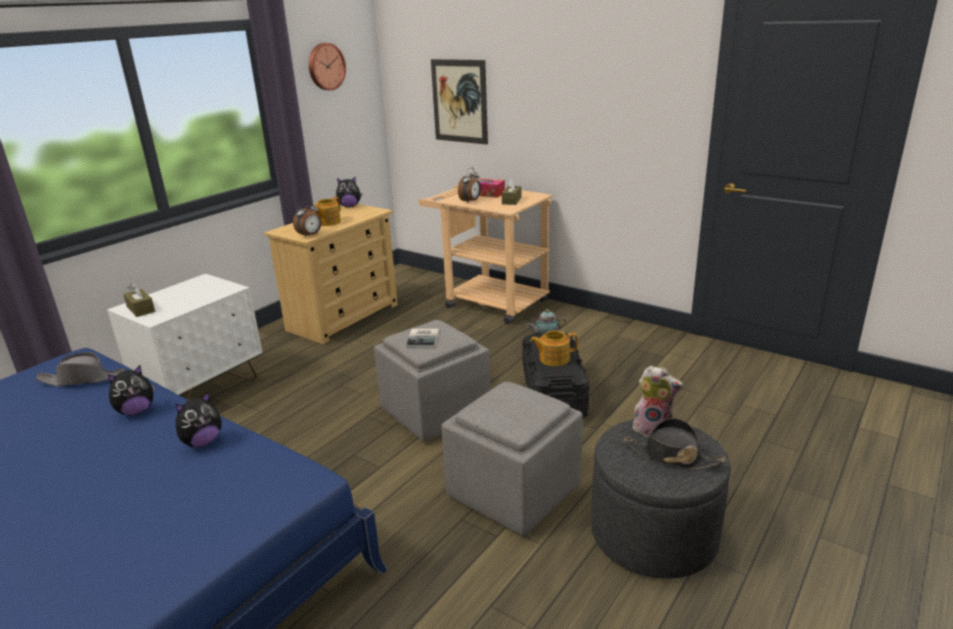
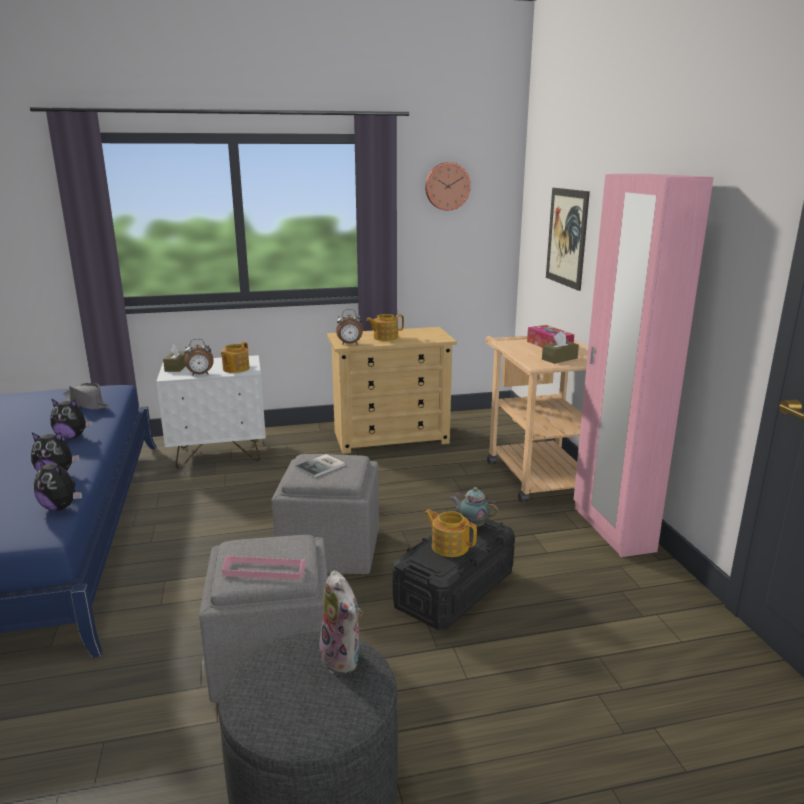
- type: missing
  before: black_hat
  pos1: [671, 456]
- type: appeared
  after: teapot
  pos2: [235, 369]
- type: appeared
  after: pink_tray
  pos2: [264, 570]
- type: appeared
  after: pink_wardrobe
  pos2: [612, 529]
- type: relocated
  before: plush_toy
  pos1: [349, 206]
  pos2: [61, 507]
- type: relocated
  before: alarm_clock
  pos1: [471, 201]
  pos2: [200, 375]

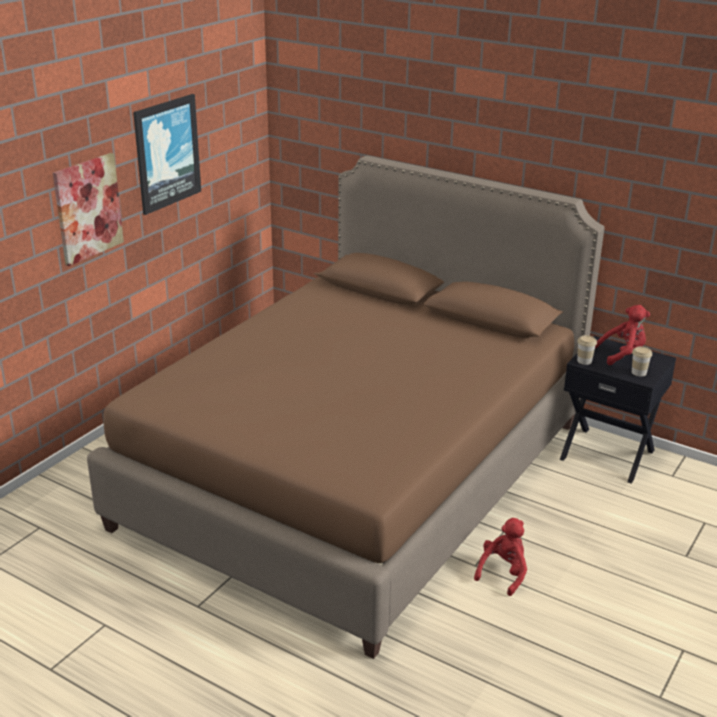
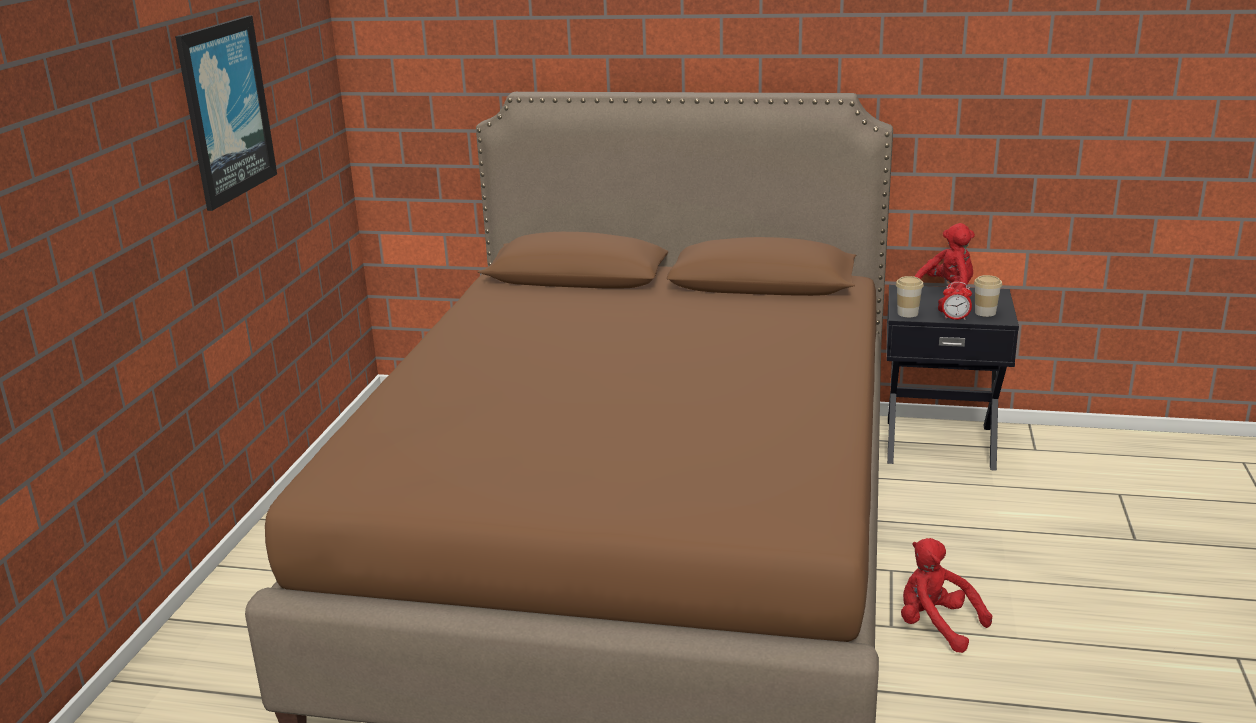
- type: missing
  before: picture
  pos1: [88, 208]
- type: appeared
  after: alarm_clock
  pos2: [955, 318]
- type: spun
  before: red_plush_toy
  pos1: [503, 573]
  pos2: [936, 625]
  turn: -60

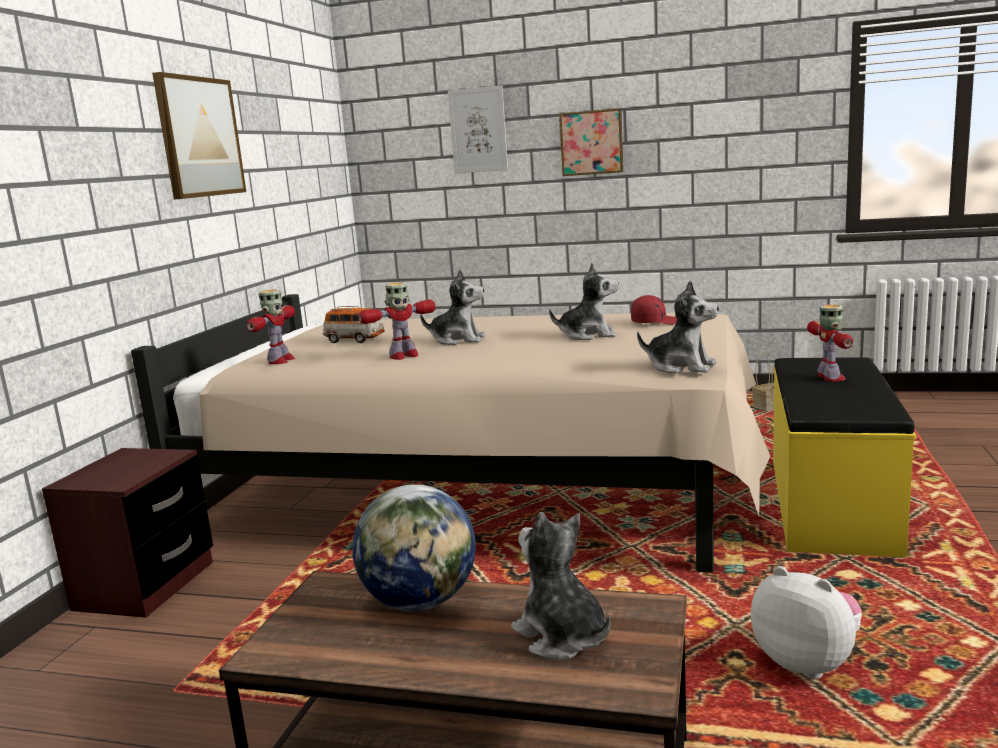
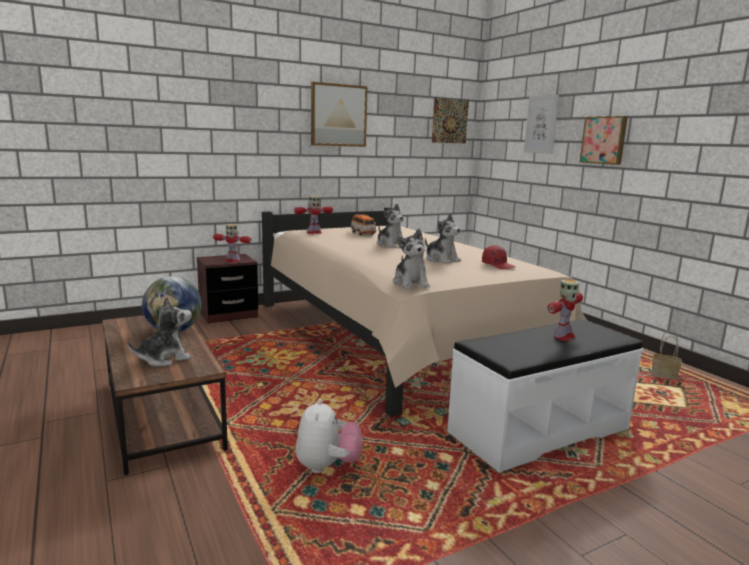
- type: appeared
  after: picture
  pos2: [450, 121]
- type: relocated
  before: toy_robot
  pos1: [403, 356]
  pos2: [232, 261]
- type: colour
  before: yellow_bench
  after: white_bench
  pos1: [828, 503]
  pos2: [538, 430]
- type: spun
  before: plush_toy
  pos1: [562, 637]
  pos2: [164, 359]
  turn: 45

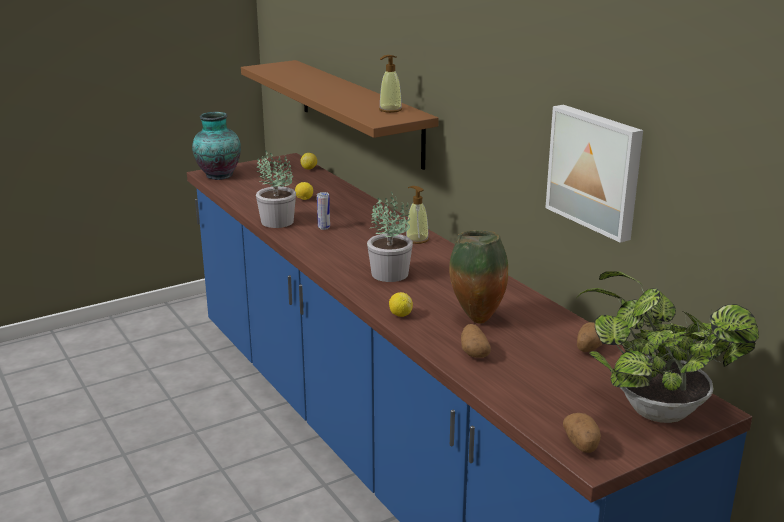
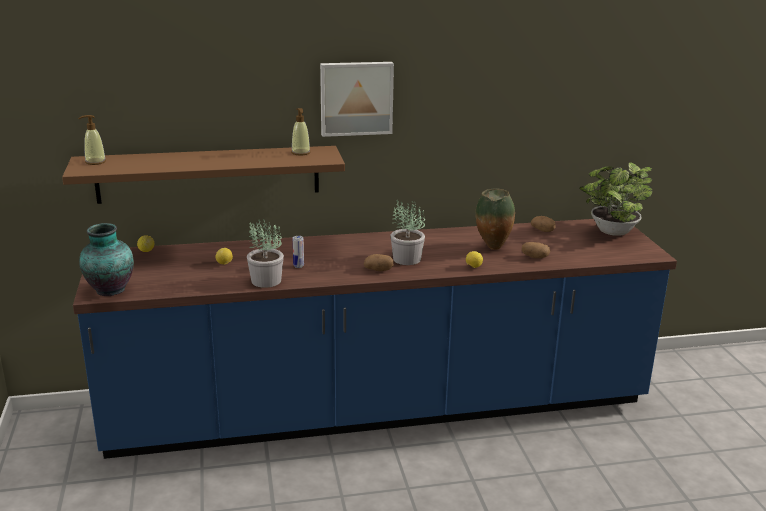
- type: relocated
  before: soap_dispenser
  pos1: [417, 239]
  pos2: [95, 162]
- type: relocated
  before: picture
  pos1: [596, 170]
  pos2: [356, 98]
- type: relocated
  before: potato
  pos1: [582, 445]
  pos2: [378, 270]

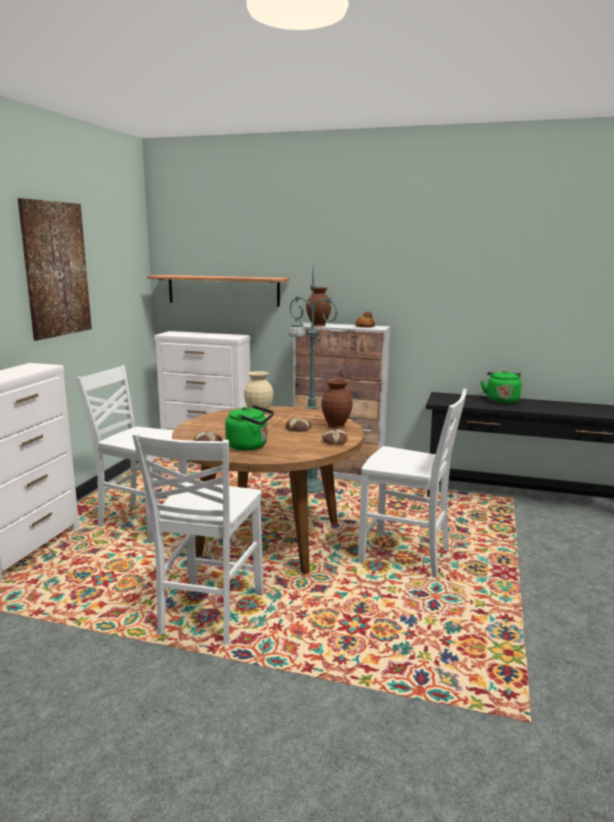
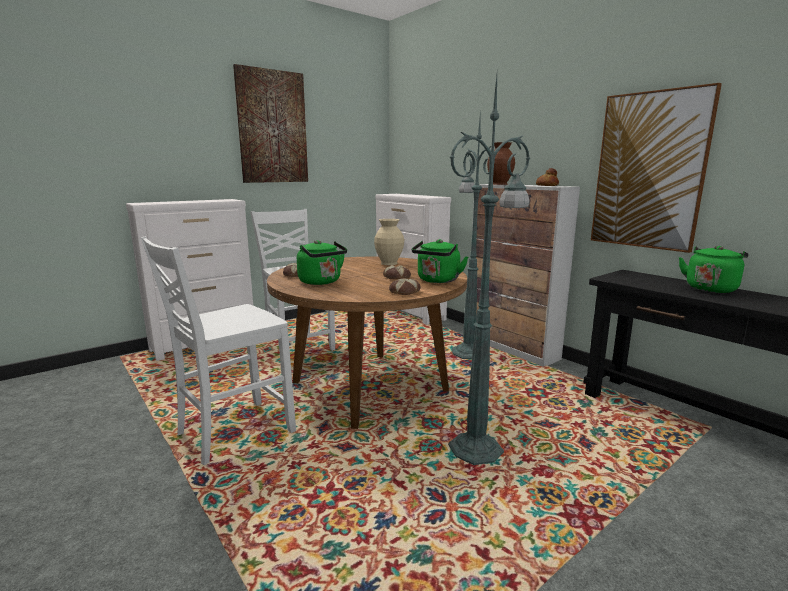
- type: missing
  before: shelf
  pos1: [223, 290]
- type: appeared
  after: picture
  pos2: [649, 171]
- type: exchanged
  before: brown_vase
  after: green_kettle
  pos1: [336, 426]
  pos2: [437, 281]
- type: exchanged
  before: white_chair
  after: green_floor_lamp
  pos1: [406, 556]
  pos2: [478, 449]

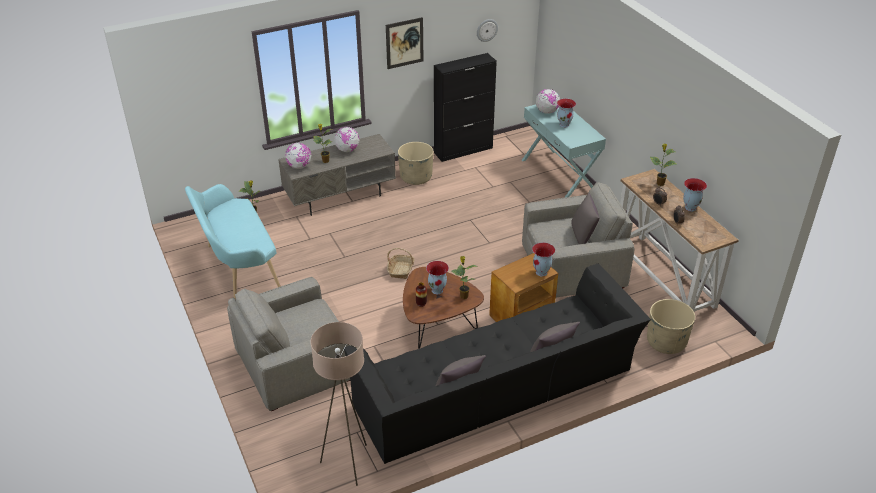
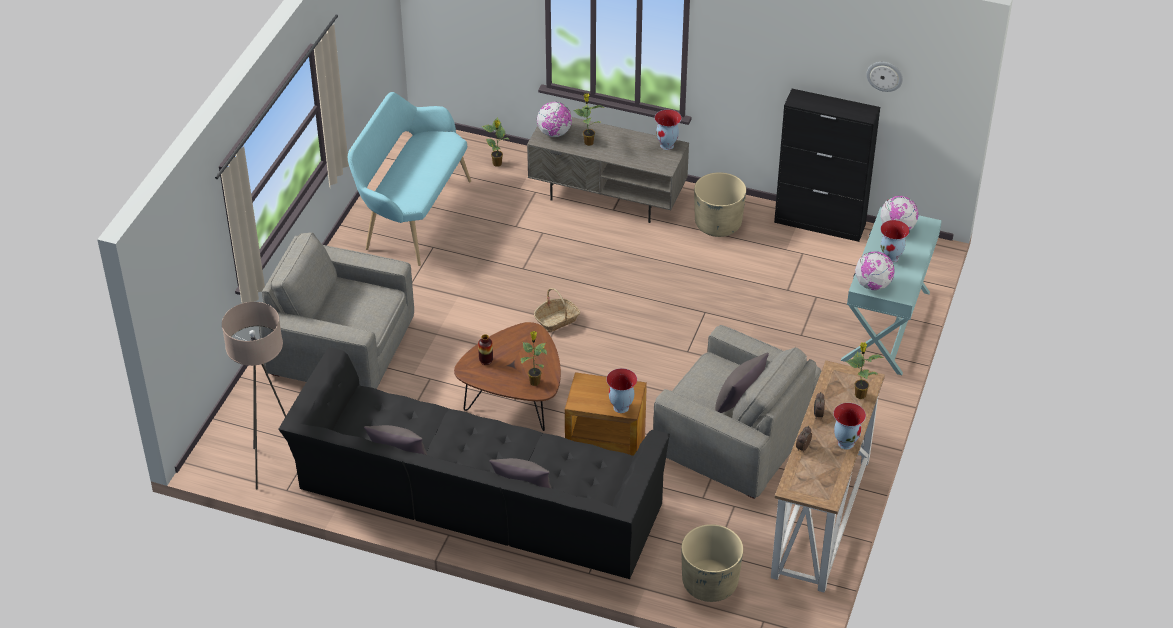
- type: missing
  before: picture
  pos1: [404, 43]
- type: relocated
  before: globe
  pos1: [347, 150]
  pos2: [873, 285]
- type: relocated
  before: vase
  pos1: [437, 290]
  pos2: [667, 145]

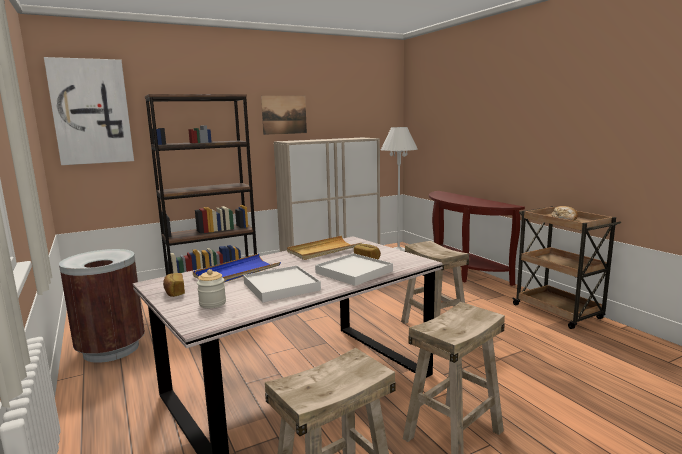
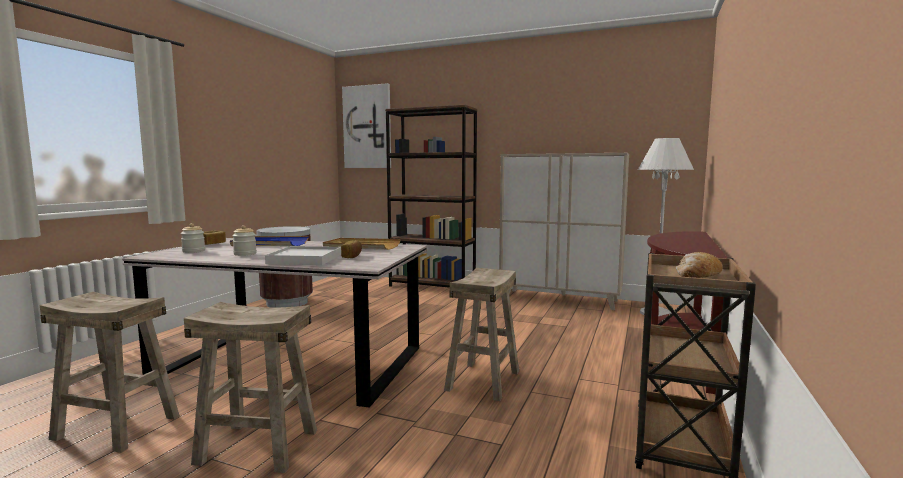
- type: missing
  before: picture
  pos1: [284, 114]
- type: exchanged
  before: white_tray
  after: jar
  pos1: [281, 286]
  pos2: [245, 254]

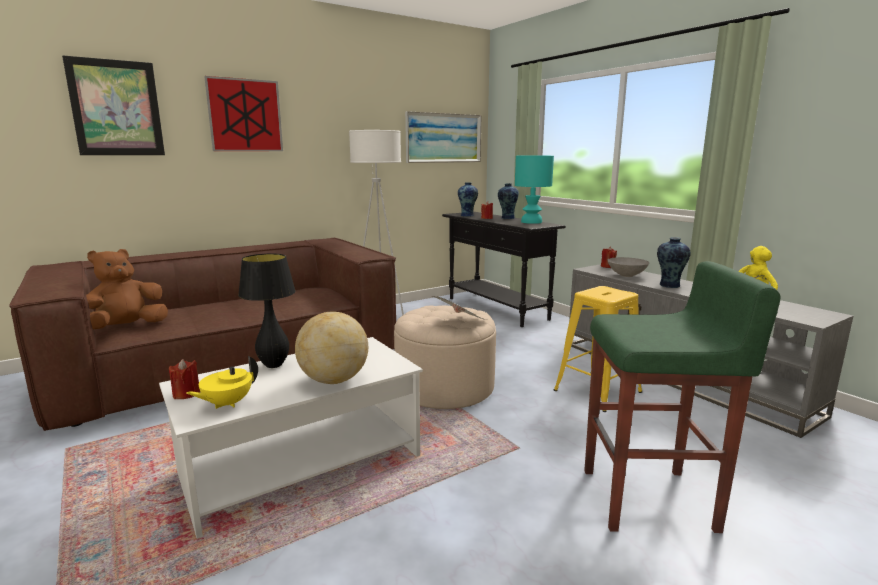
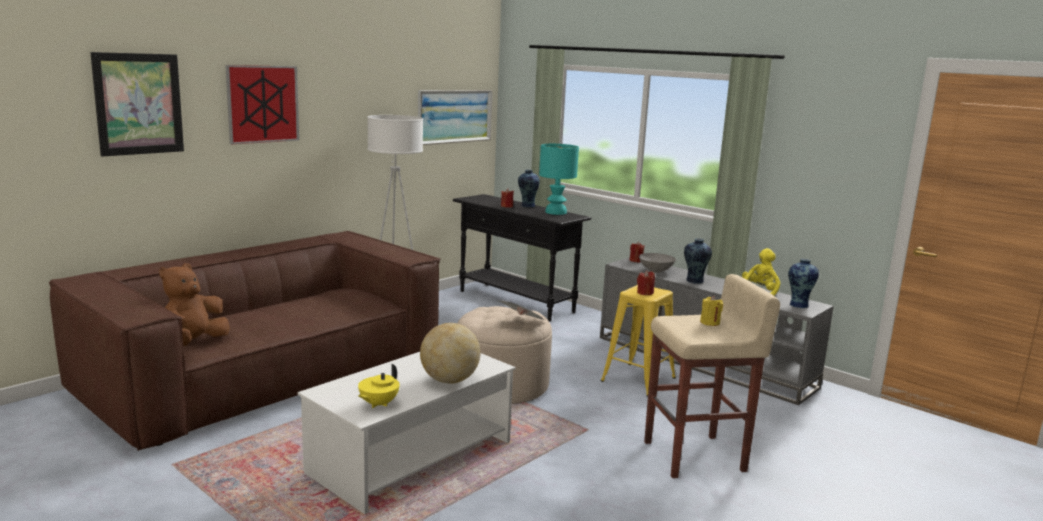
- type: missing
  before: black_table_lamp
  pos1: [273, 365]
- type: appeared
  after: yellow_candle
  pos2: [710, 323]
- type: relocated
  before: red_candle
  pos1: [186, 394]
  pos2: [645, 293]
- type: relocated
  before: vase
  pos1: [467, 215]
  pos2: [799, 305]
- type: colour
  before: green_stool
  after: beige_stool
  pos1: [650, 500]
  pos2: [696, 456]

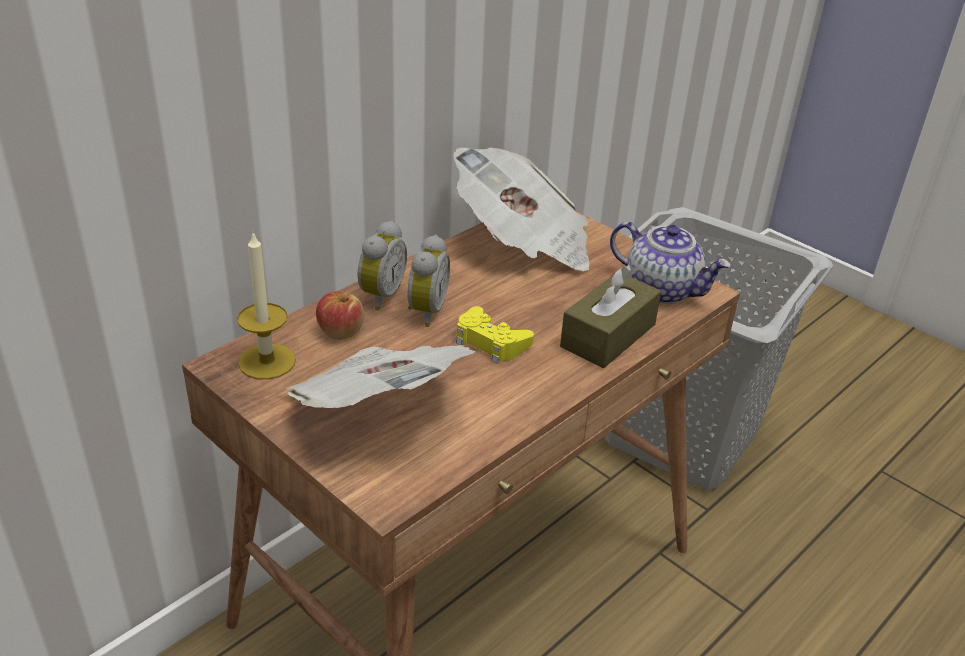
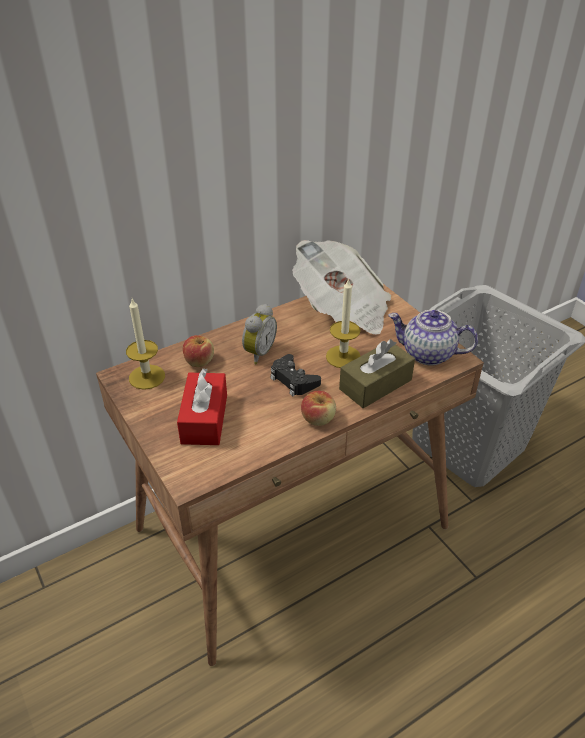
- type: missing
  before: alarm_clock
  pos1: [379, 295]
- type: appeared
  after: apple
  pos2: [318, 418]
- type: appeared
  after: candle
  pos2: [343, 357]
- type: exchanged
  before: newspaper
  after: red_tissue_box
  pos1: [378, 409]
  pos2: [204, 419]
- type: colour
  before: yellow_game_controller
  after: black_game_controller
  pos1: [490, 342]
  pos2: [293, 380]
- type: spun
  before: teapot
  pos1: [663, 289]
  pos2: [427, 354]
  turn: 150

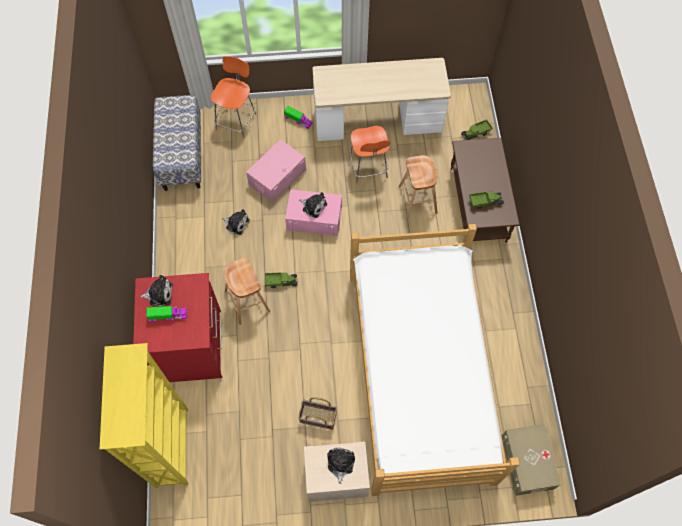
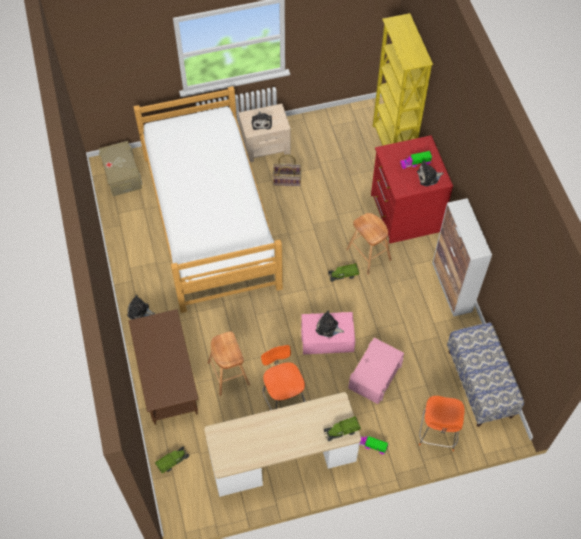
- type: appeared
  after: cabinet
  pos2: [452, 287]
- type: relocated
  before: plush_toy
  pos1: [236, 223]
  pos2: [139, 311]
- type: relocated
  before: toy_truck
  pos1: [485, 202]
  pos2: [341, 431]

